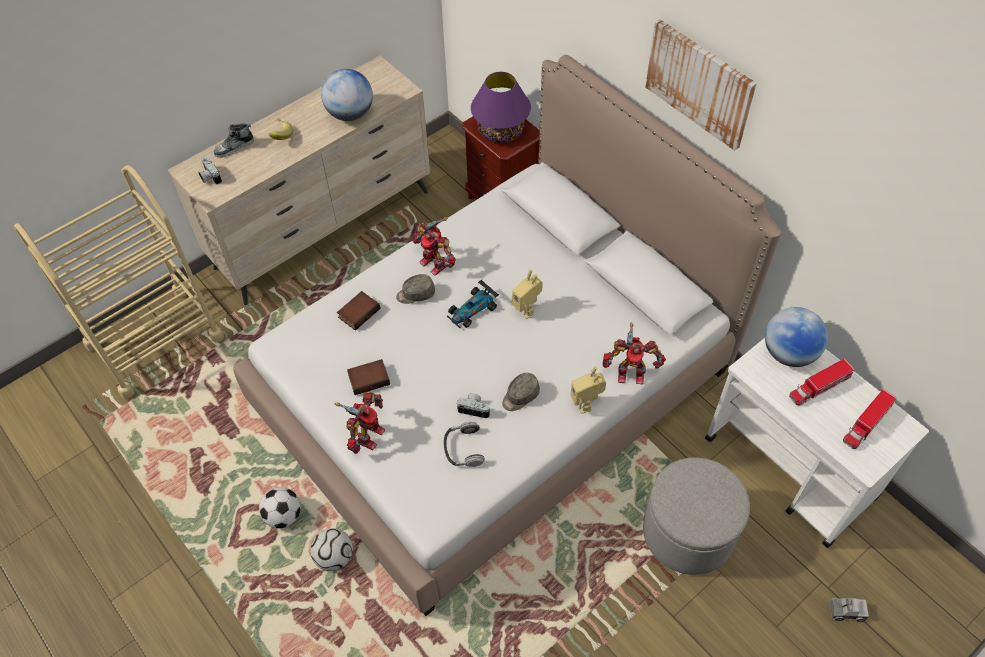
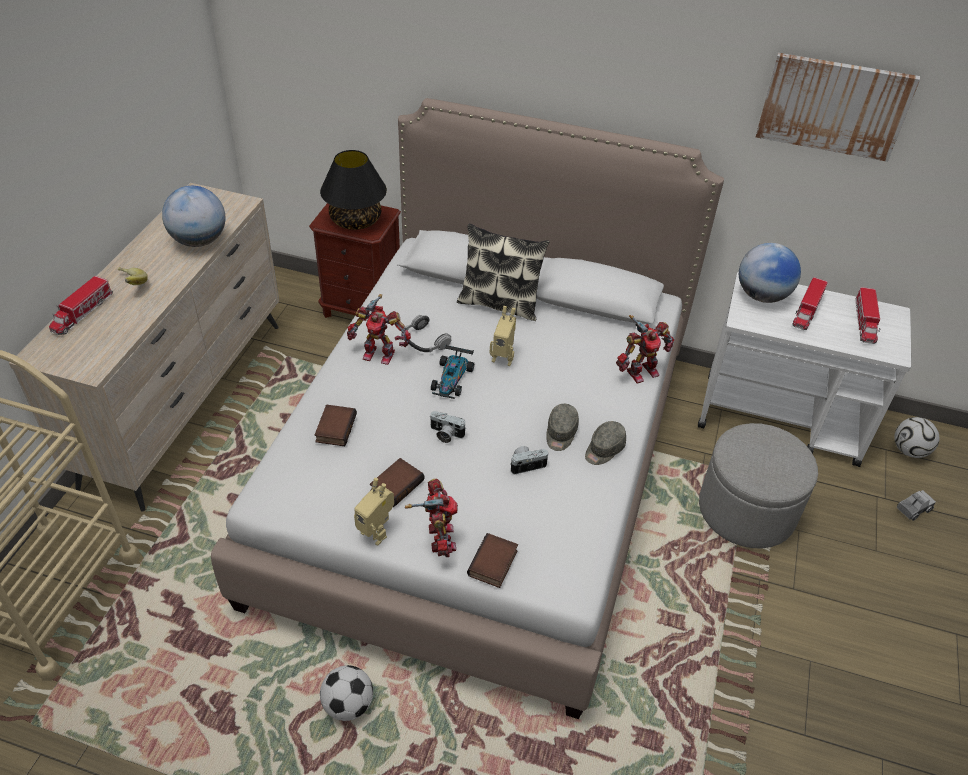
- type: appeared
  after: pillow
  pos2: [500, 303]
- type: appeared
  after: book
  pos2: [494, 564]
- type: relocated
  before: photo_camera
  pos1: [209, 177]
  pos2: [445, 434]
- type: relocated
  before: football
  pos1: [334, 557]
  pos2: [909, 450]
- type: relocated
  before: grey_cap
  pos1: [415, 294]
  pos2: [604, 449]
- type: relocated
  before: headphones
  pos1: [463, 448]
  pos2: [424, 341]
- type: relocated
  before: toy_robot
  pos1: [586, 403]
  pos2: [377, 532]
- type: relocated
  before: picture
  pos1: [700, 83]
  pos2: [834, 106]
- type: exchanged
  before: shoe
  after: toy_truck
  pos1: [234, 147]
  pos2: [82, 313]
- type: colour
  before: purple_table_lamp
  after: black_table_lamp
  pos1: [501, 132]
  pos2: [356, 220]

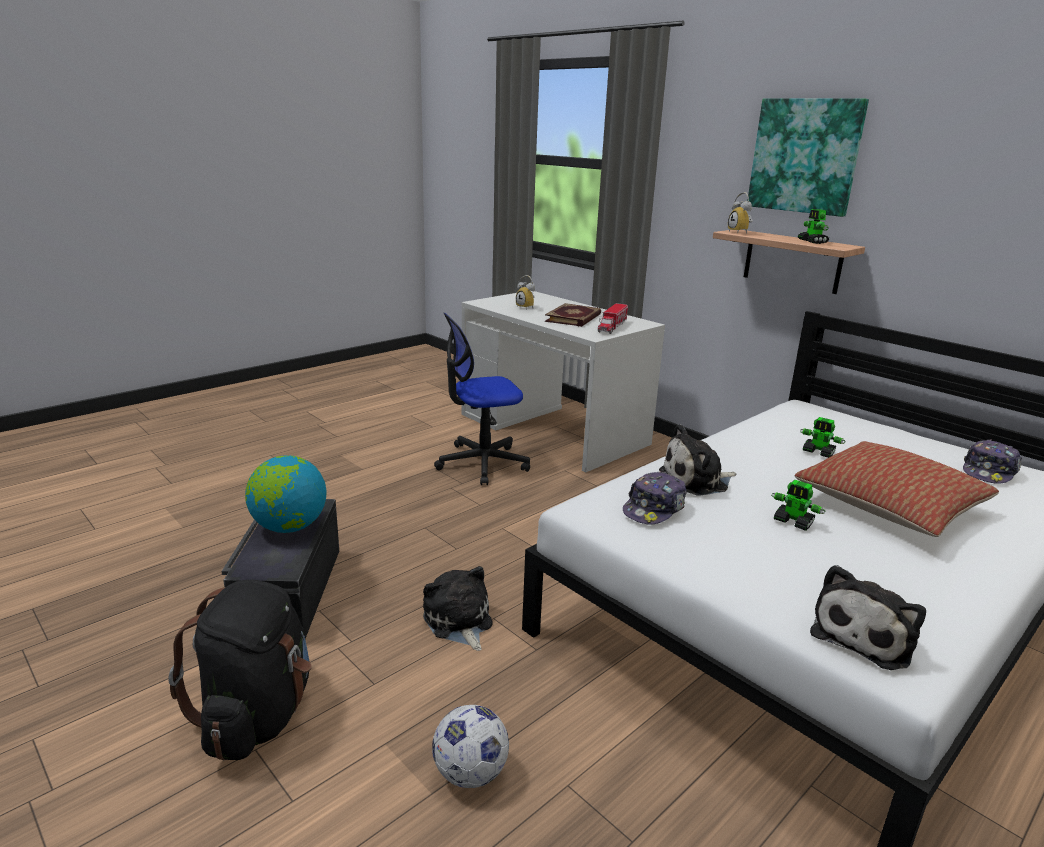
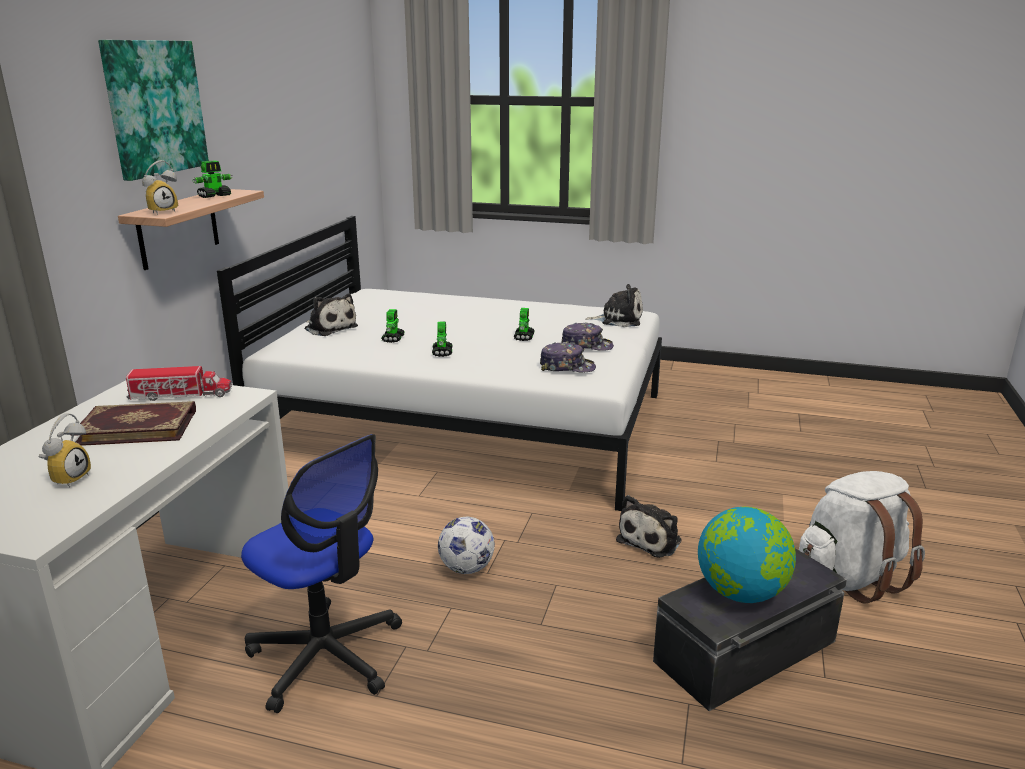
- type: missing
  before: pillow
  pos1: [889, 506]
- type: appeared
  after: toy_robot
  pos2: [442, 352]
- type: relocated
  before: football
  pos1: [470, 773]
  pos2: [467, 568]
- type: relocated
  before: plush_toy
  pos1: [697, 480]
  pos2: [329, 328]
- type: relocated
  before: cap
  pos1: [989, 471]
  pos2: [586, 346]
- type: colour
  before: black_backpack
  after: white_backpack
  pos1: [257, 715]
  pos2: [851, 578]

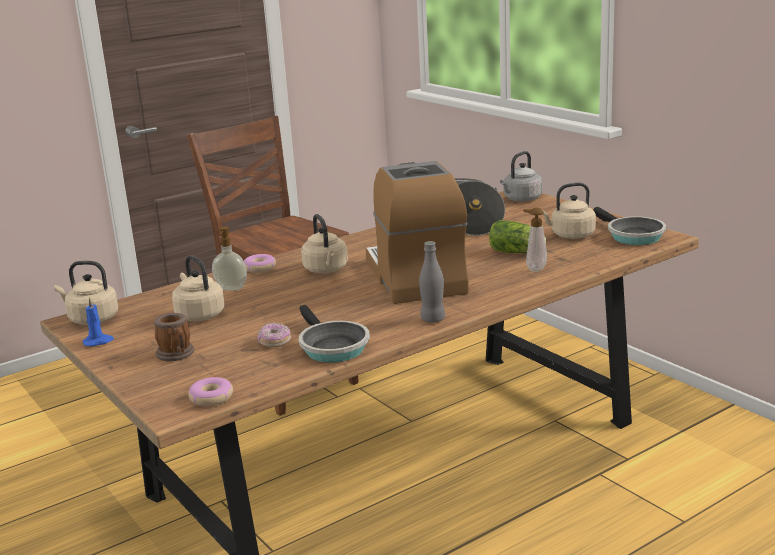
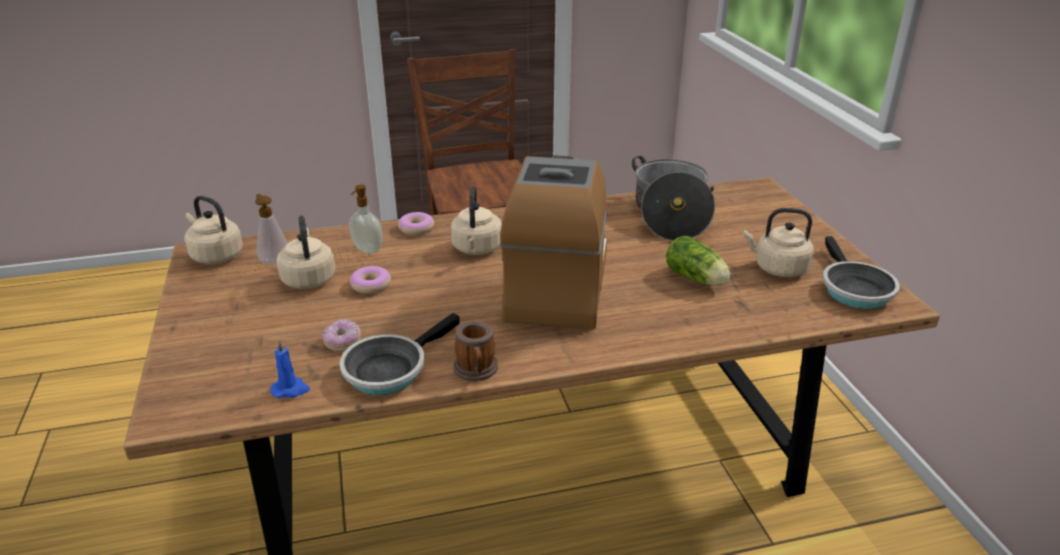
- type: missing
  before: grey_bottle
  pos1: [433, 319]
- type: missing
  before: grey_kettle
  pos1: [521, 199]
- type: relocated
  before: blue_candle
  pos1: [98, 341]
  pos2: [291, 389]
- type: relocated
  before: mug
  pos1: [177, 355]
  pos2: [476, 371]
- type: relocated
  before: donut
  pos1: [211, 398]
  pos2: [371, 285]
- type: relocated
  before: soap_dispenser
  pos1: [534, 269]
  pos2: [274, 260]
- type: spun
  before: frying_pan
  pos1: [331, 347]
  pos2: [390, 369]
  turn: 45

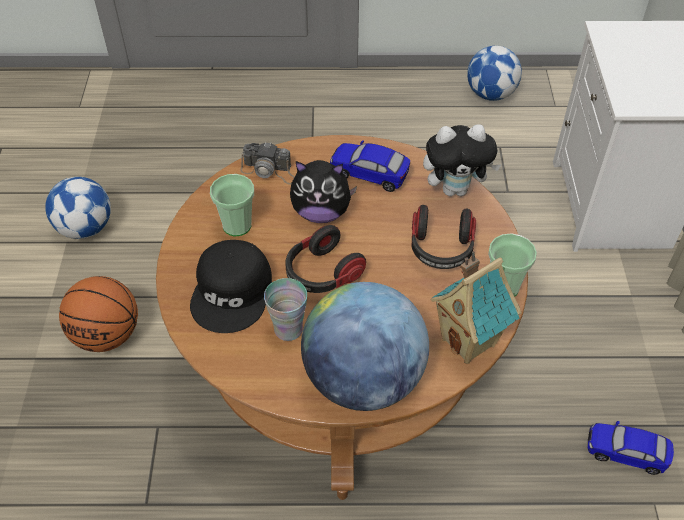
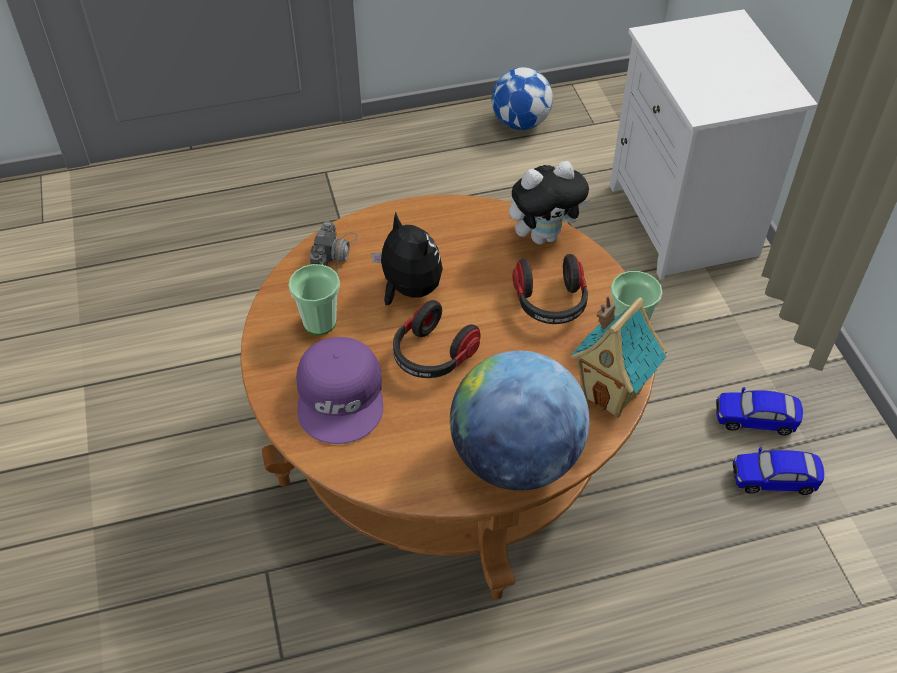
- type: missing
  before: football
  pos1: [85, 228]
- type: missing
  before: basketball
  pos1: [106, 335]
- type: missing
  before: cup
  pos1: [288, 329]
- type: relocated
  before: toy_car
  pos1: [369, 174]
  pos2: [755, 419]
- type: colour
  before: black_cap
  after: purple_cap
  pos1: [233, 292]
  pos2: [342, 396]
- type: spun
  before: photo_camera
  pos1: [270, 171]
  pos2: [334, 254]
  turn: -75
- type: spun
  before: plush_toy
  pos1: [321, 213]
  pos2: [408, 289]
  turn: -120

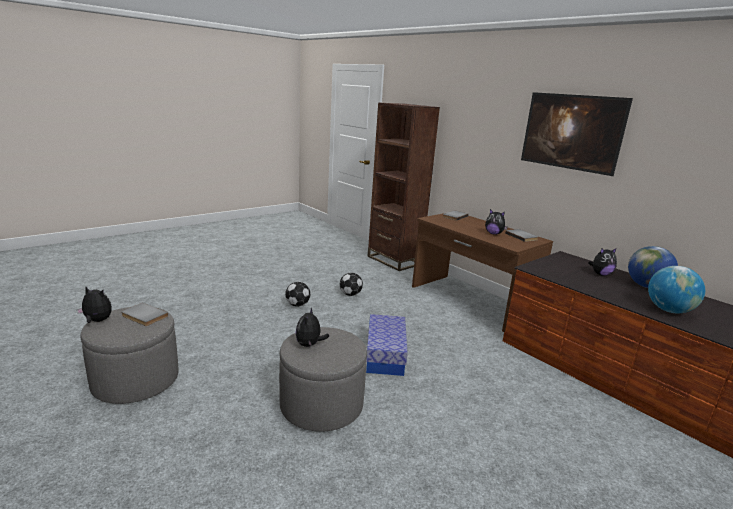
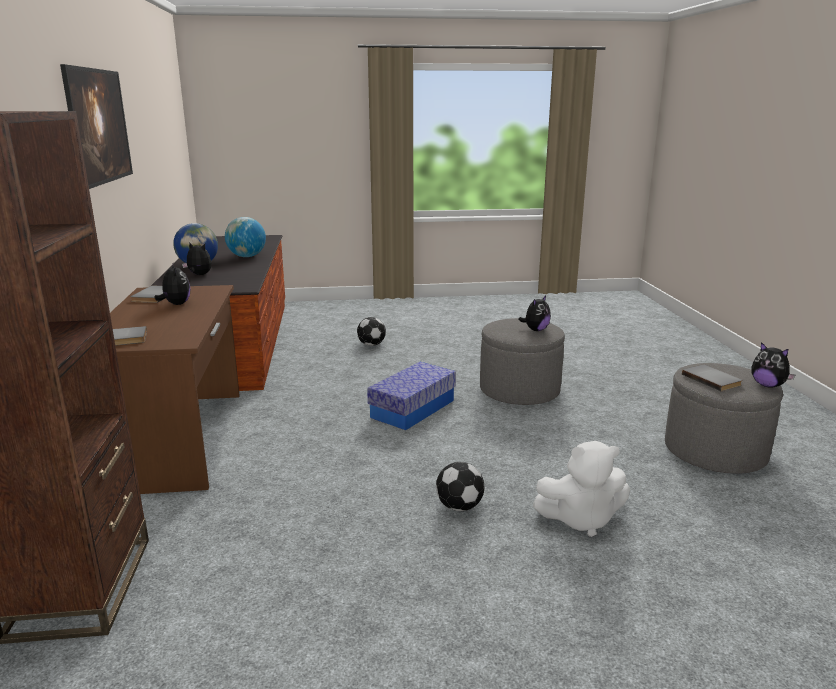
- type: appeared
  after: white_plush_toy
  pos2: [581, 519]
- type: relocated
  before: football
  pos1: [350, 294]
  pos2: [371, 345]

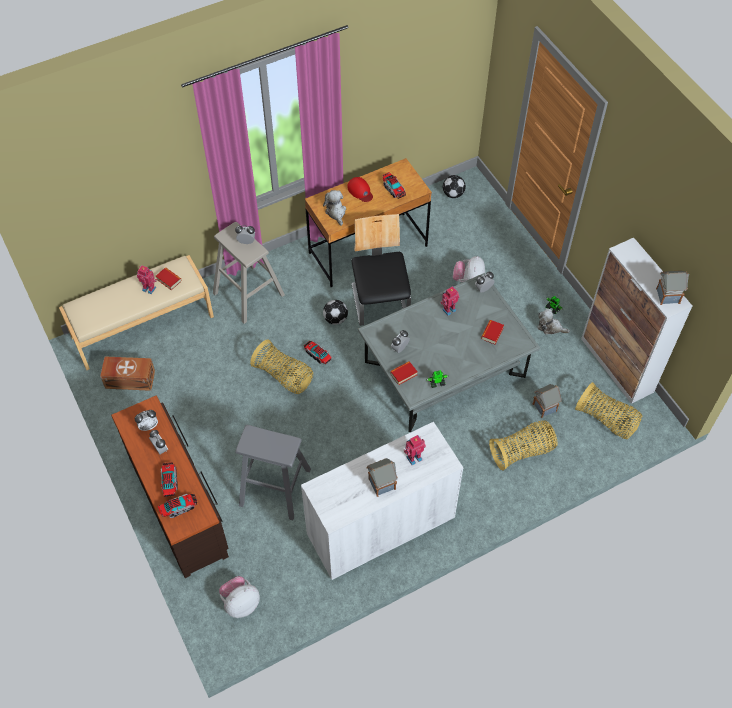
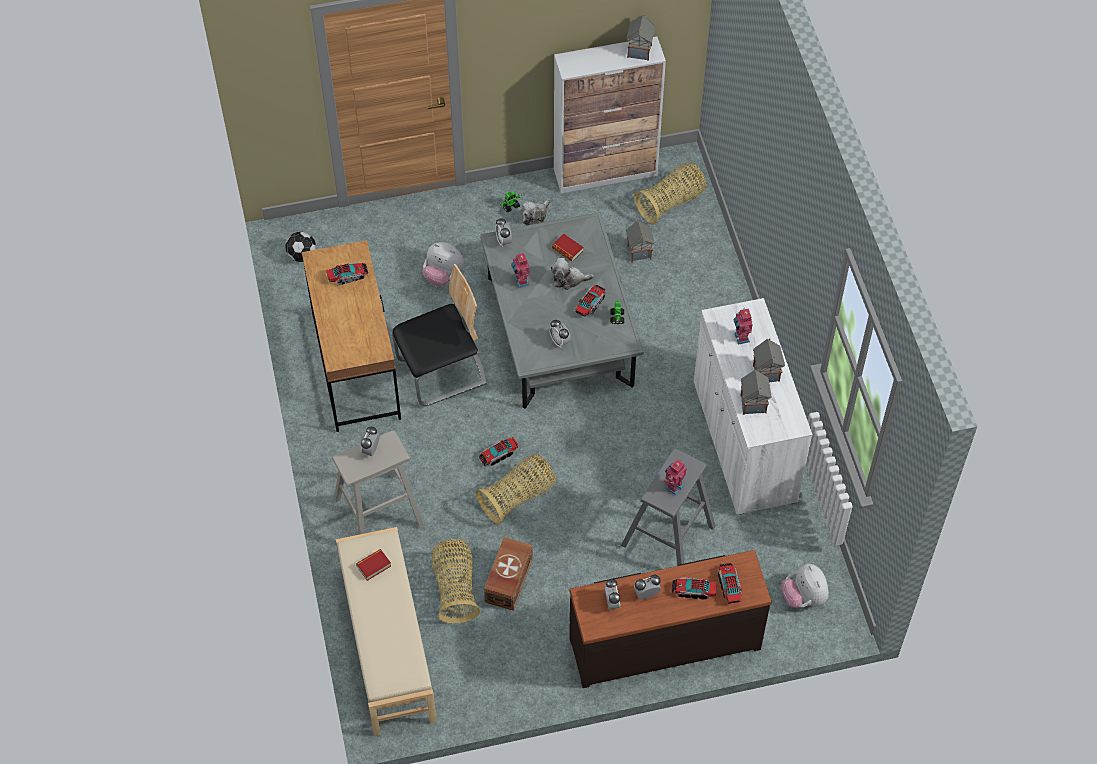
- type: missing
  before: football
  pos1: [335, 319]
- type: missing
  before: red_cap
  pos1: [360, 191]
- type: missing
  before: book
  pos1: [403, 374]
- type: appeared
  after: toy_truck
  pos2: [590, 304]
- type: appeared
  after: toy_house
  pos2: [753, 405]
- type: relocated
  before: brown_storage_box
  pos1: [129, 379]
  pos2: [507, 581]
- type: relocated
  before: toy_robot
  pos1: [149, 288]
  pos2: [674, 486]
- type: relocated
  before: plush_toy
  pos1: [336, 212]
  pos2: [569, 279]
- type: relocated
  before: basket
  pos1: [522, 451]
  pos2: [455, 588]
- type: spun
  before: chair
  pos1: [380, 302]
  pos2: [442, 372]
  turn: 150

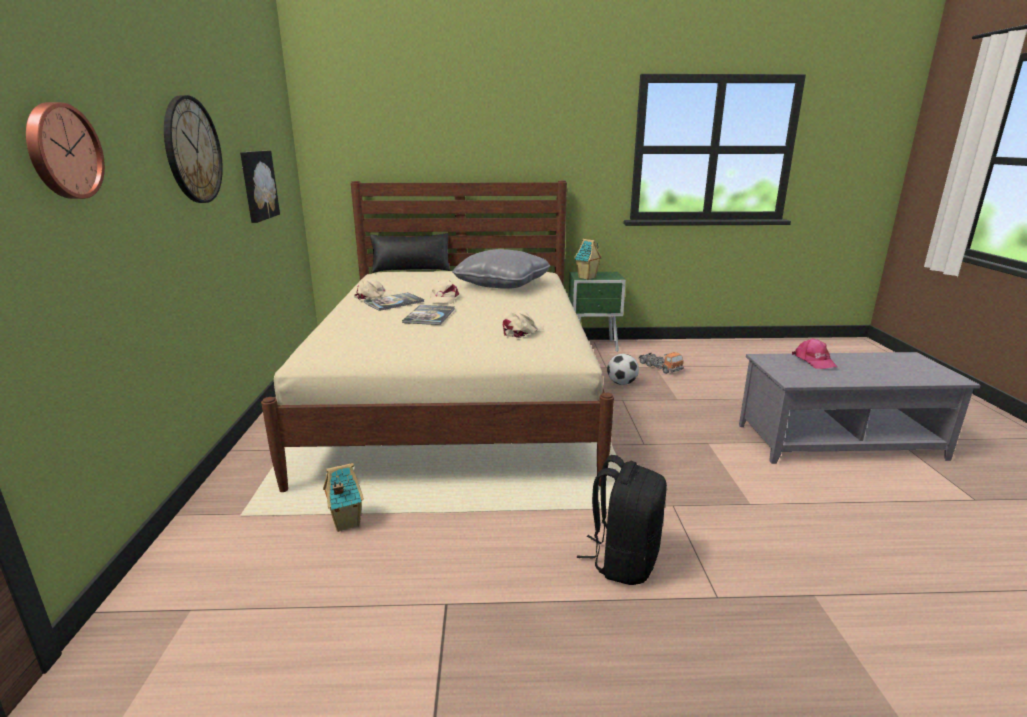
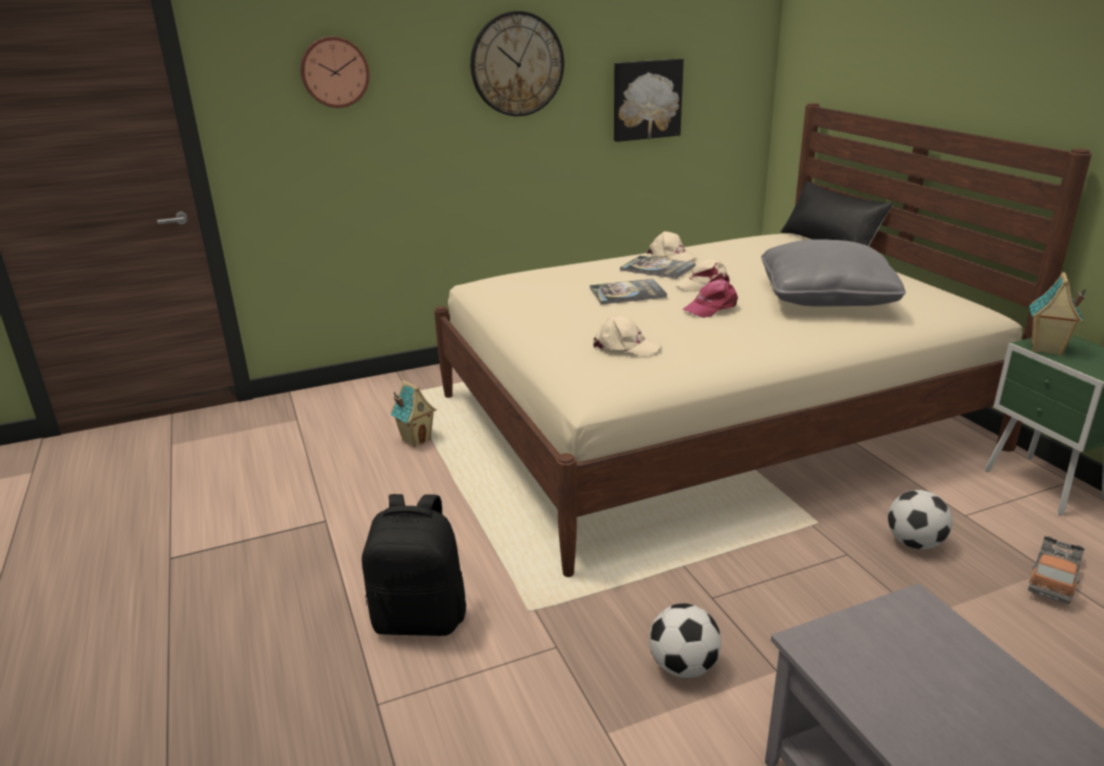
- type: appeared
  after: football
  pos2: [683, 666]
- type: relocated
  before: pink_cap
  pos1: [814, 361]
  pos2: [711, 308]

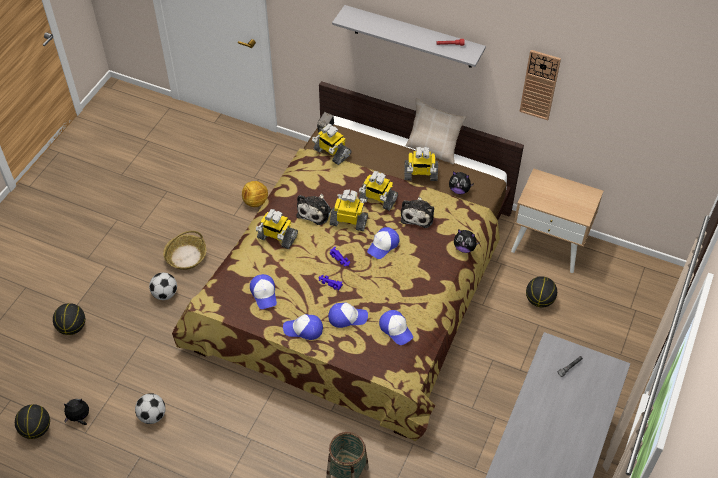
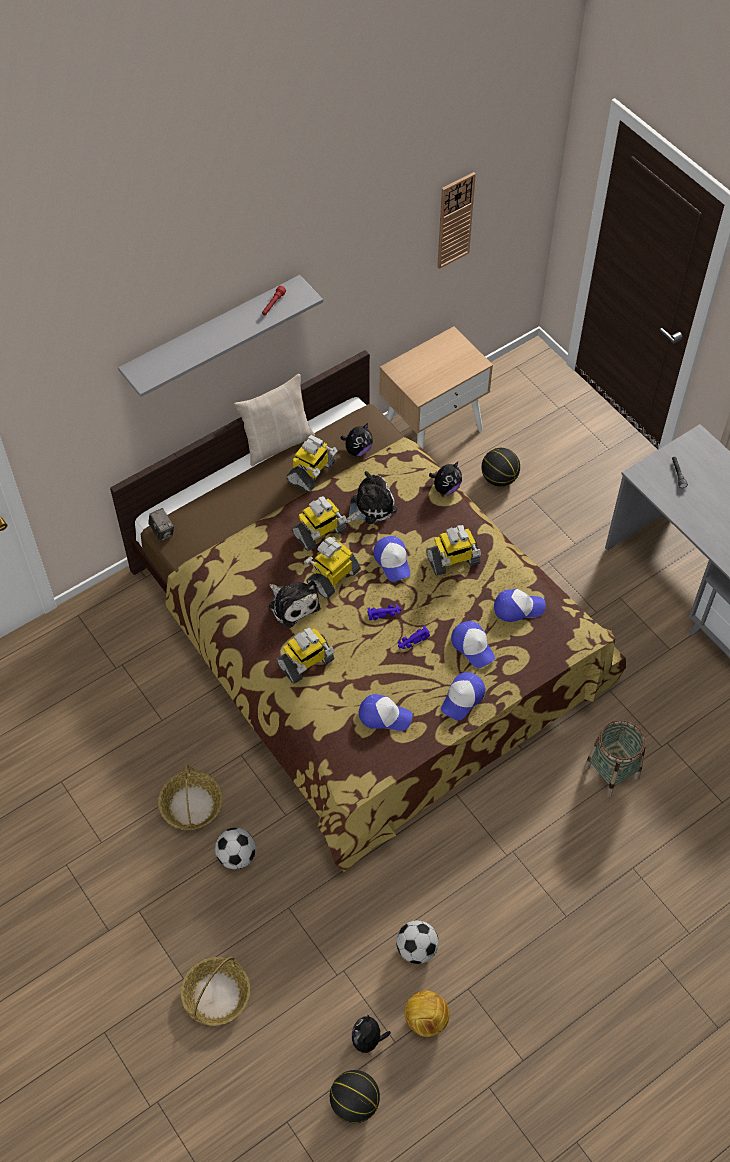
- type: relocated
  before: football
  pos1: [255, 202]
  pos2: [425, 1019]
- type: relocated
  before: toy_robot
  pos1: [331, 153]
  pos2: [453, 560]
- type: relocated
  before: wall_clock
  pos1: [539, 85]
  pos2: [455, 220]
- type: exchanged
  before: basketball
  after: basket
  pos1: [72, 327]
  pos2: [216, 994]
- type: spun
  before: cap
  pos1: [347, 317]
  pos2: [473, 646]
  turn: 120
- type: spun
  before: plush_toy
  pos1: [418, 215]
  pos2: [370, 506]
  turn: -75

